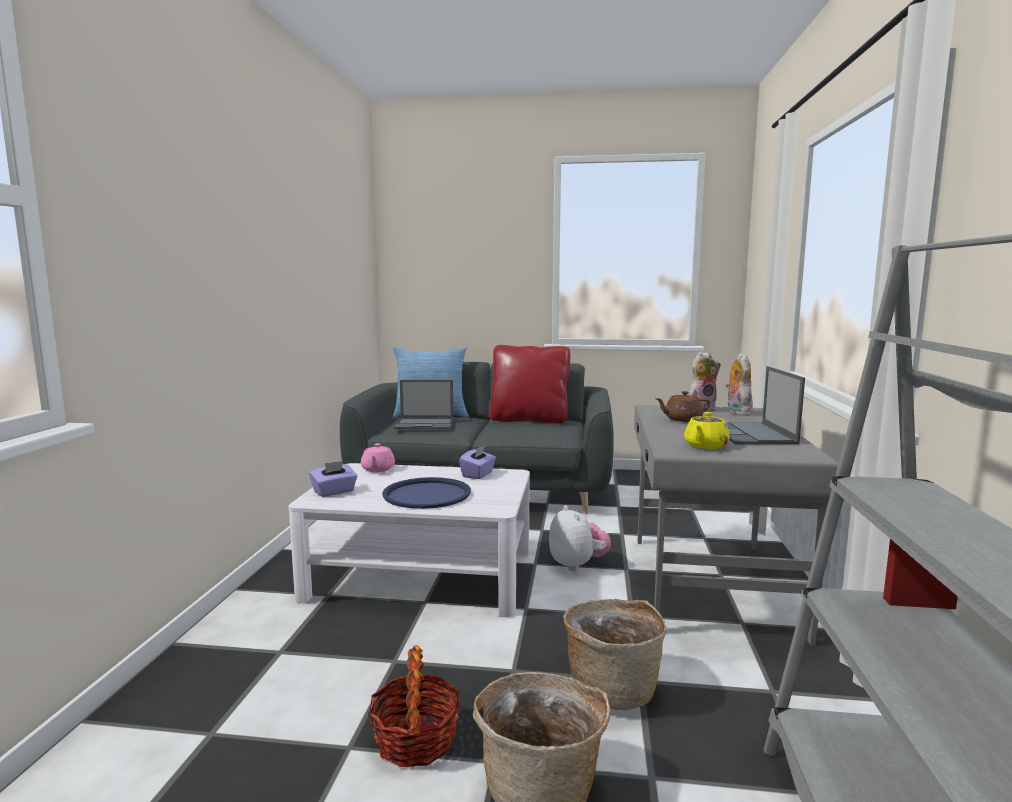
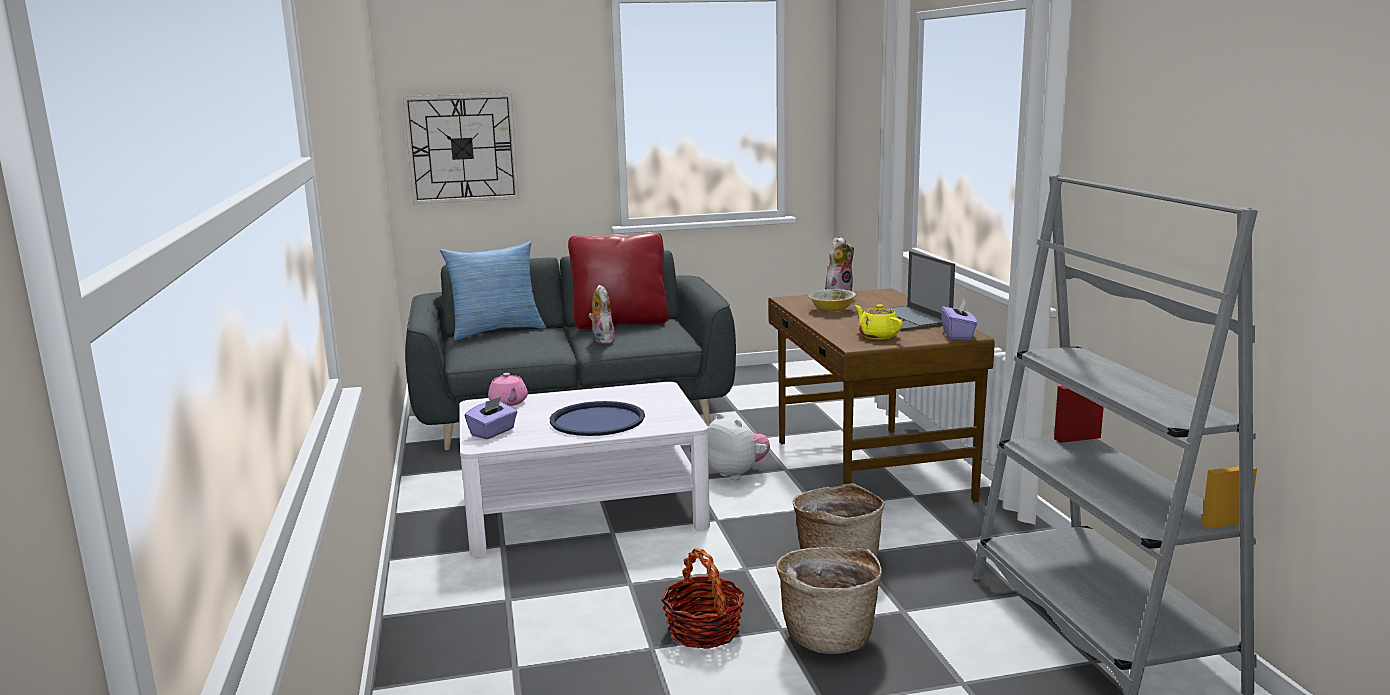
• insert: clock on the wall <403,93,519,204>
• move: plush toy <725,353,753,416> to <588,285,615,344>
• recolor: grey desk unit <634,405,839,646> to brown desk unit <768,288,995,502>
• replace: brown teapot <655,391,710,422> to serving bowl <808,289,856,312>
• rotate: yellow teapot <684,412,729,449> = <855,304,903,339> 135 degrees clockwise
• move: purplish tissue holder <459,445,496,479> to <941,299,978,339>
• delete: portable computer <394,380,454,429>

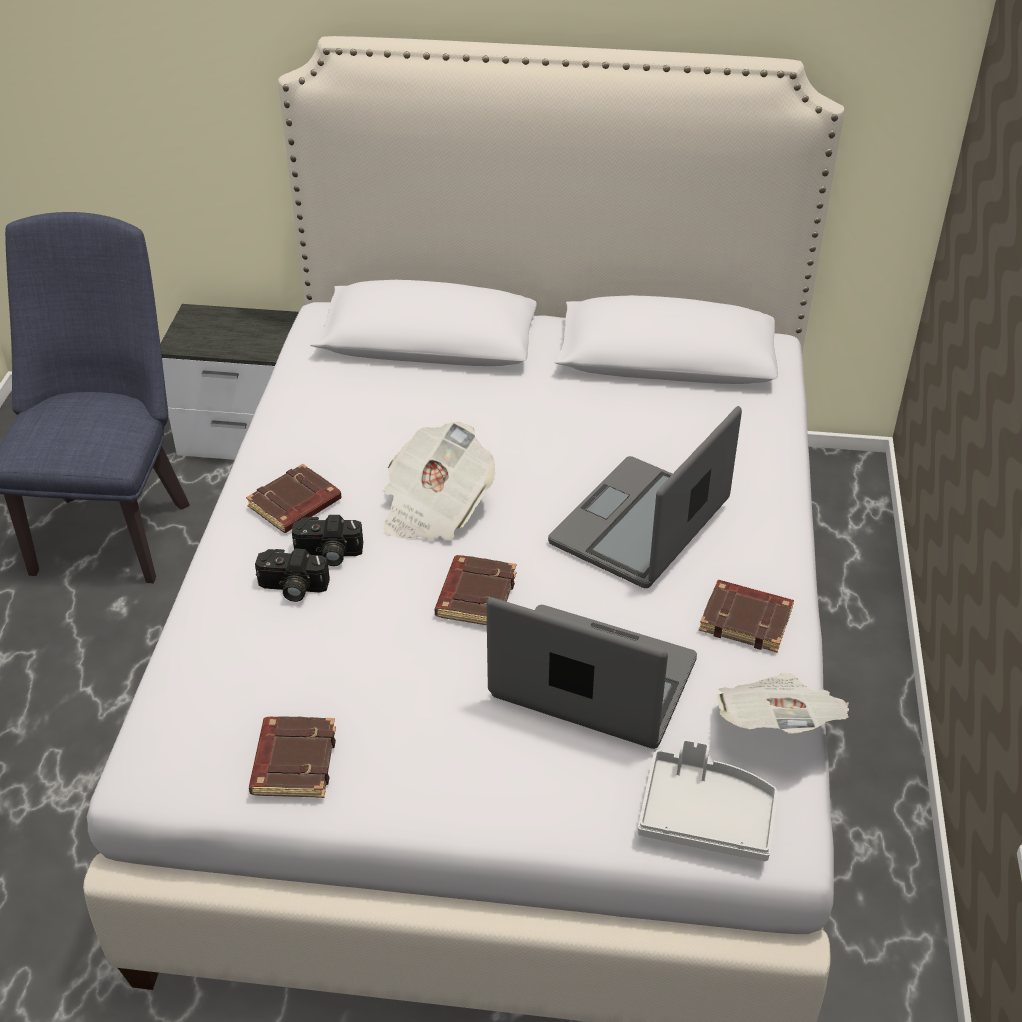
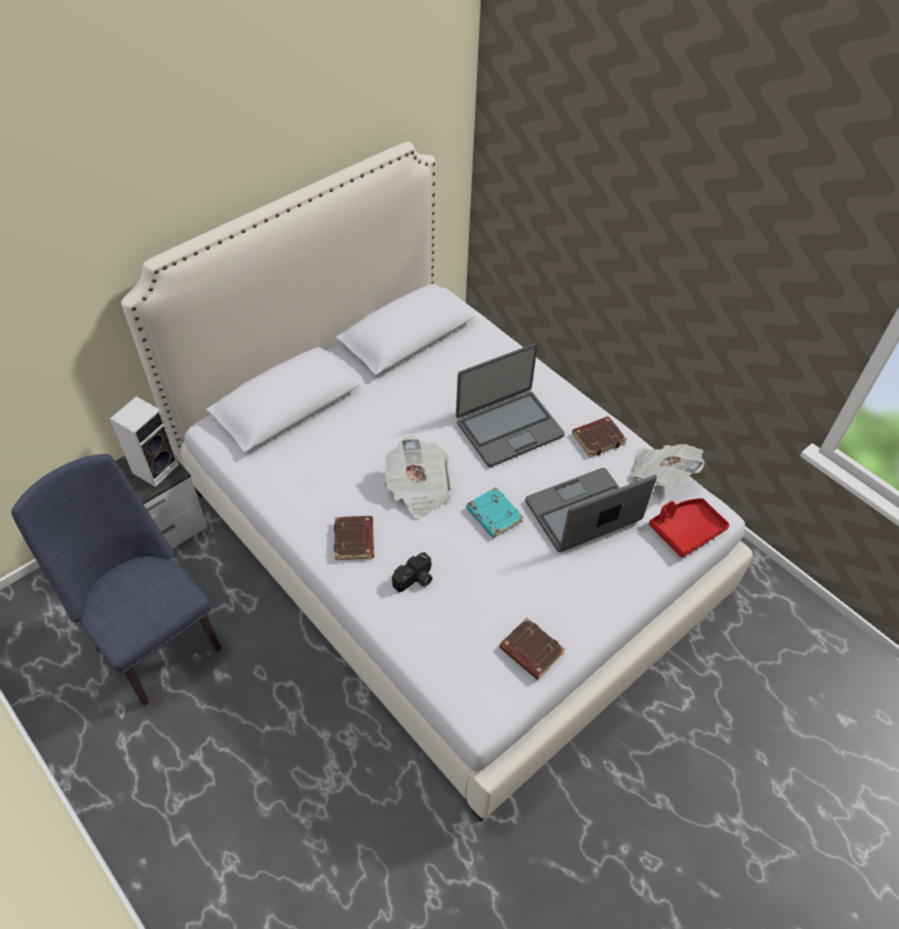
• insert: audio speaker <110,396,180,487>
• rotate: portable computer <548,406,742,588> = <456,344,565,467> 105 degrees counterclockwise
• recolor: brown bound book <435,555,516,625> to blue-green bound book <466,487,524,538>
• recolor: grey serving tray <638,739,778,861> to reddish serving tray <649,498,730,558>
• delete: still camera <292,515,363,566>

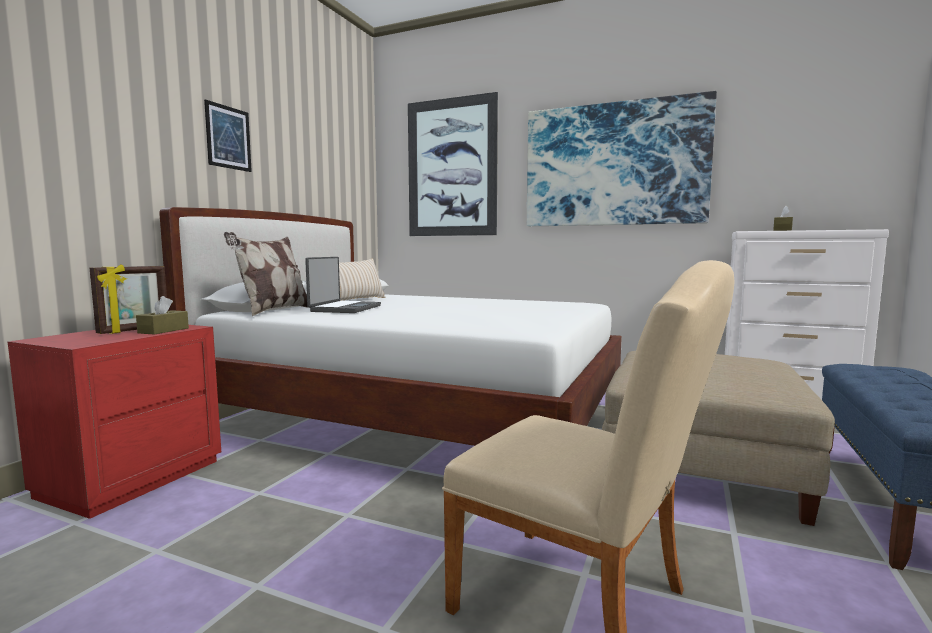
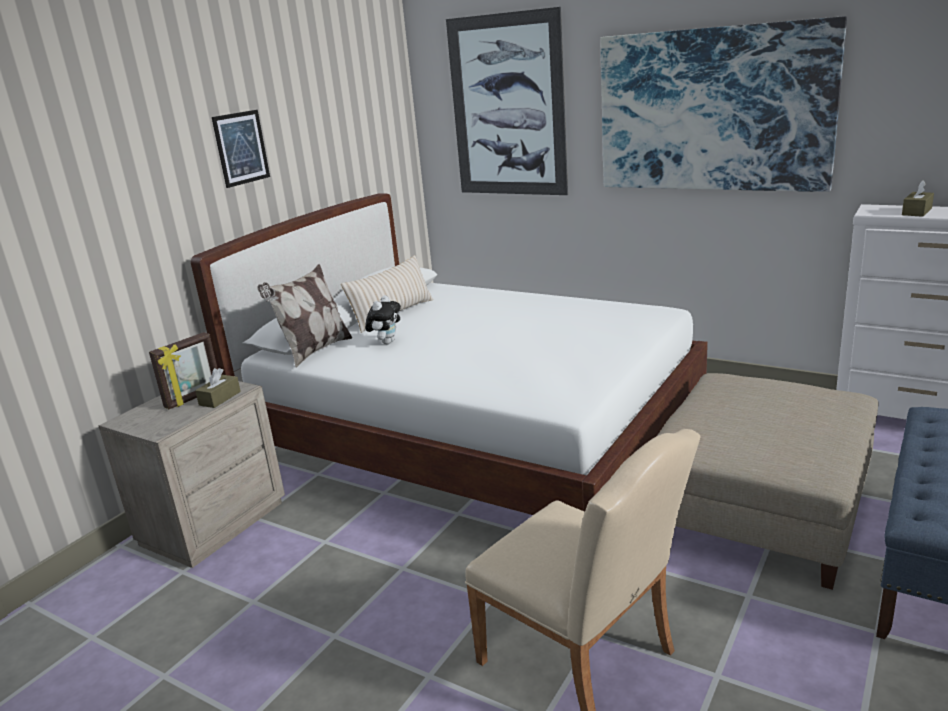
• recolor: reddish nightstand <8,325,221,519> to beige nightstand <99,381,285,568>
• replace: portable computer <305,257,381,313> to plush toy <365,295,401,344>

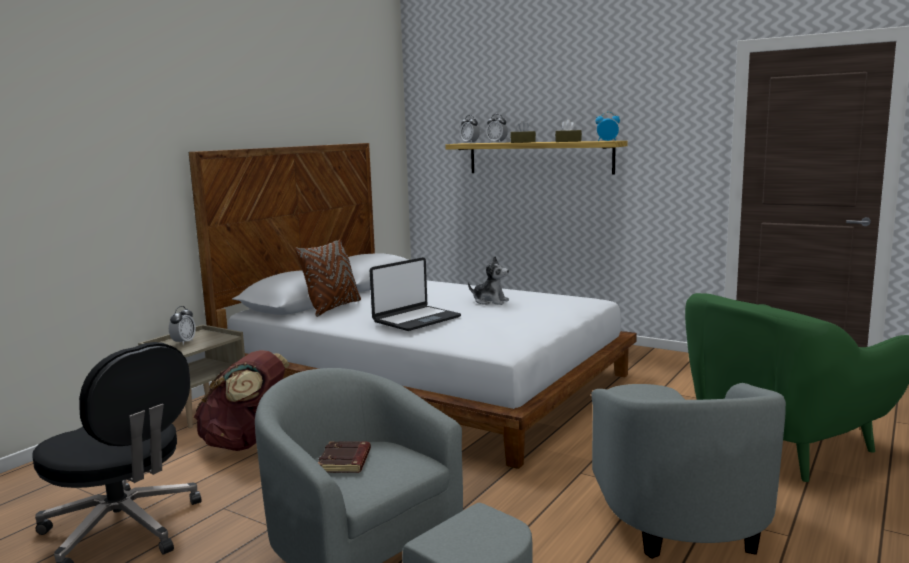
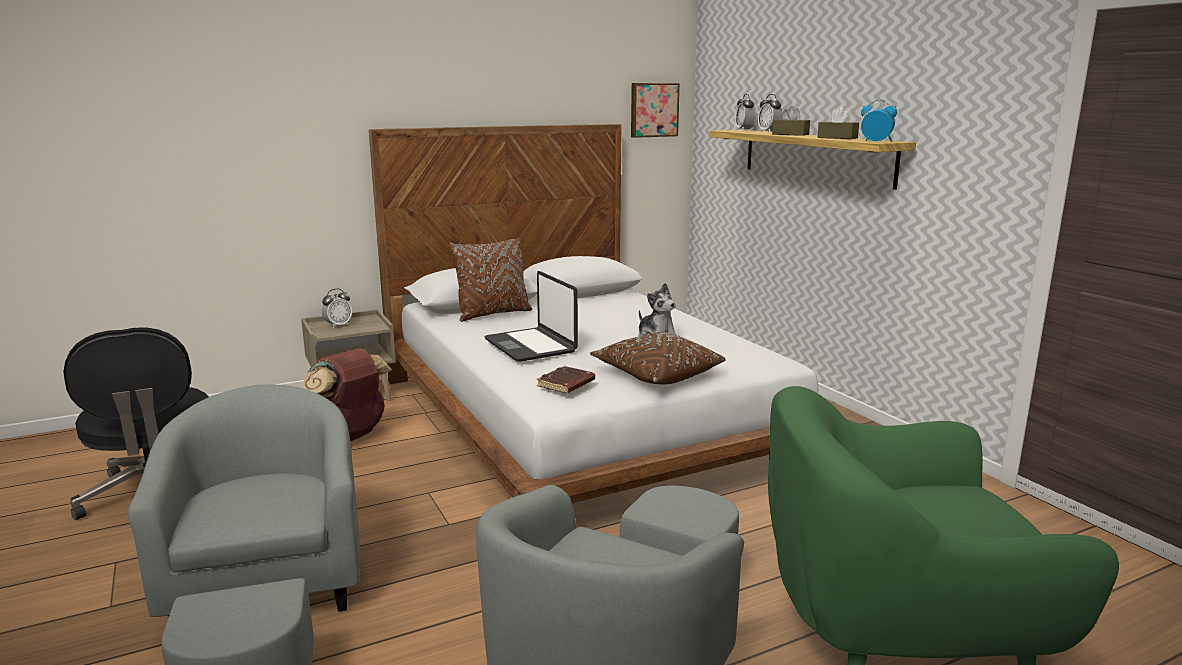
• rotate: portable computer <370,257,461,331> = <485,271,578,362> 75 degrees clockwise
• move: brown bound book <318,441,371,473> to <537,366,595,394>
• insert: brown pillow <590,332,726,384>
• insert: wall picture <631,83,680,138>

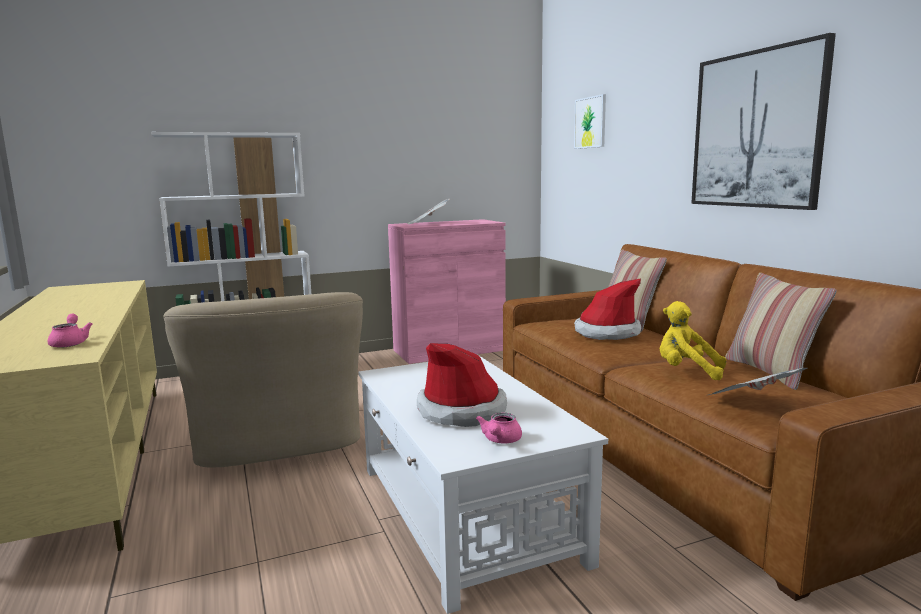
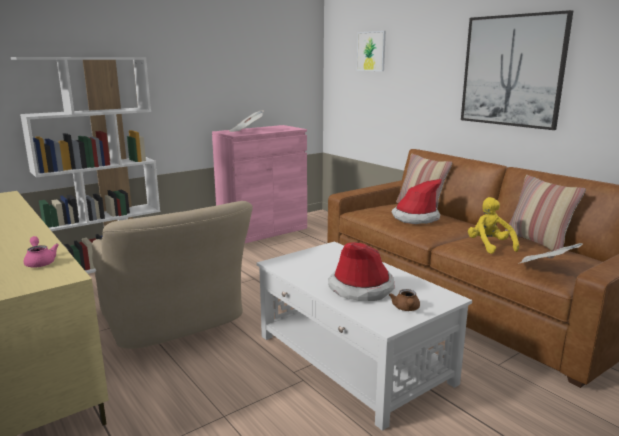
• recolor: pink-coloured teapot <476,413,522,444> to brown teapot <389,289,420,311>
• rotate: yellow plush toy <660,301,726,380> = <468,197,519,254> 60 degrees clockwise

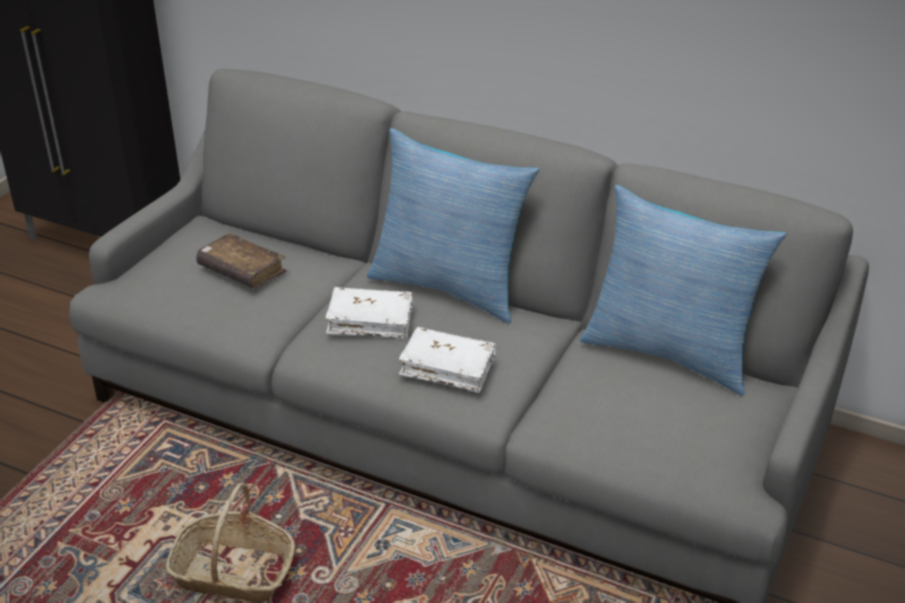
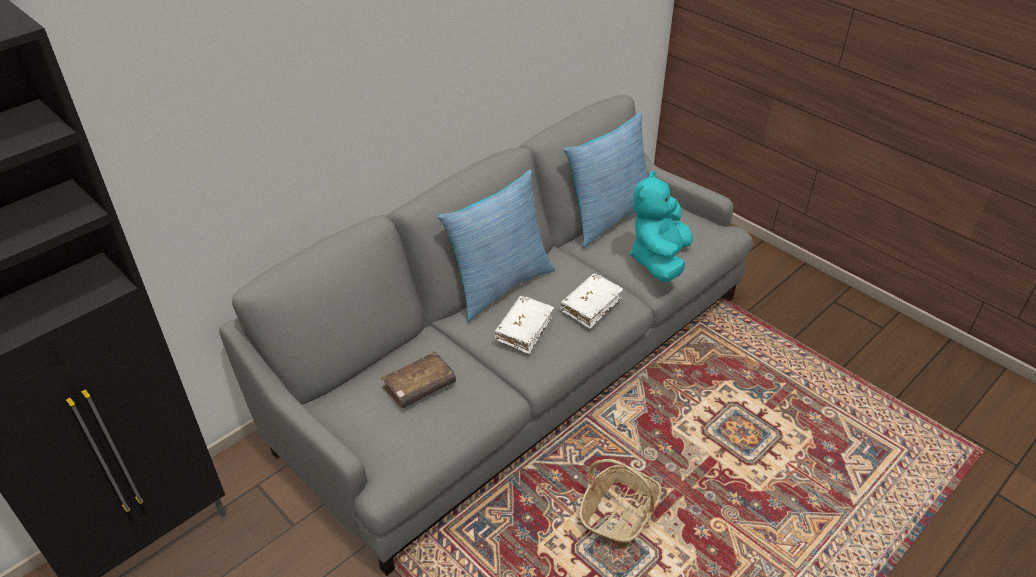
• insert: blue-green plush toy <630,171,693,282>

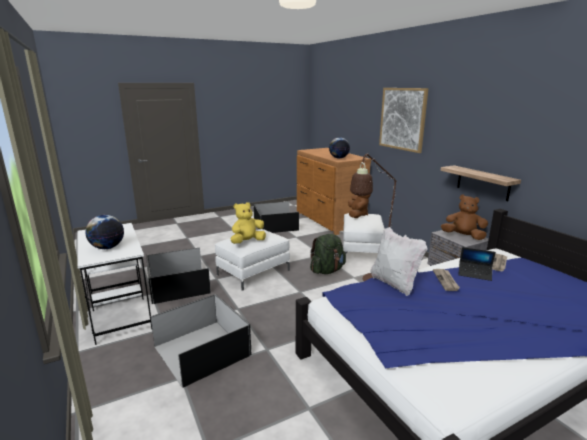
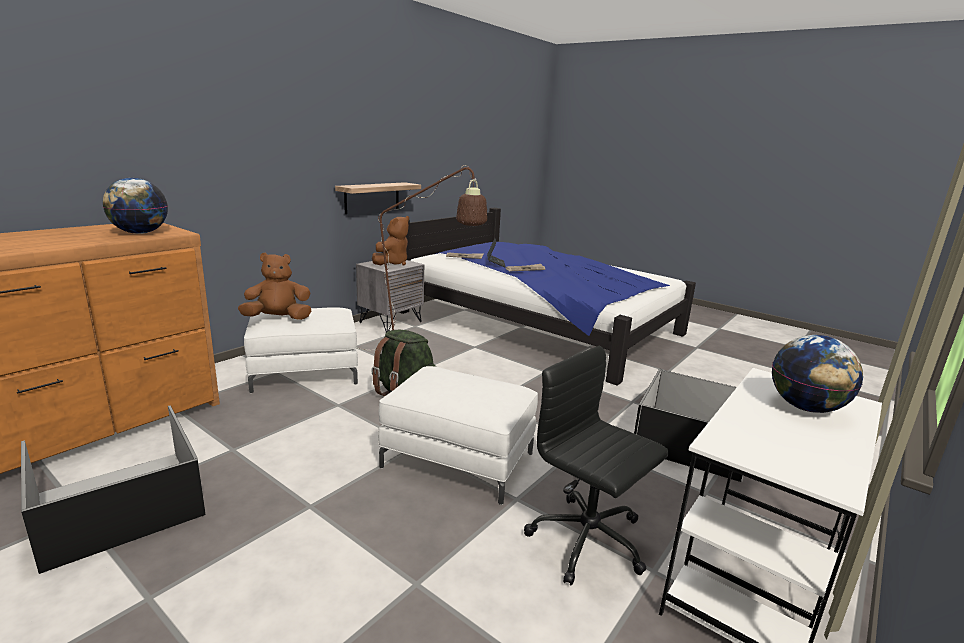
• rotate: brown plush toy <441,194,488,240> = <372,216,409,266> 150 degrees counterclockwise
• replace: black storage container <146,247,211,304> to black desk chair <524,346,668,585>
• delete: yellow plush toy <231,202,266,244>
• delete: whitish pillow <371,227,428,296>
• delete: wall picture <379,88,429,153>

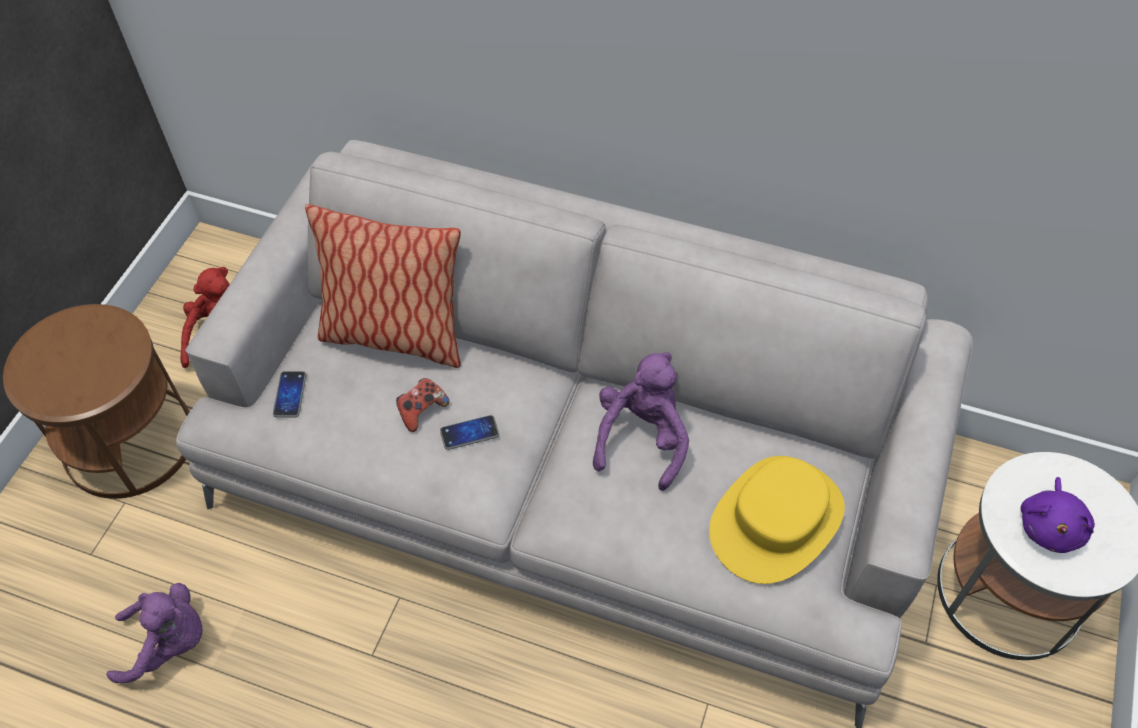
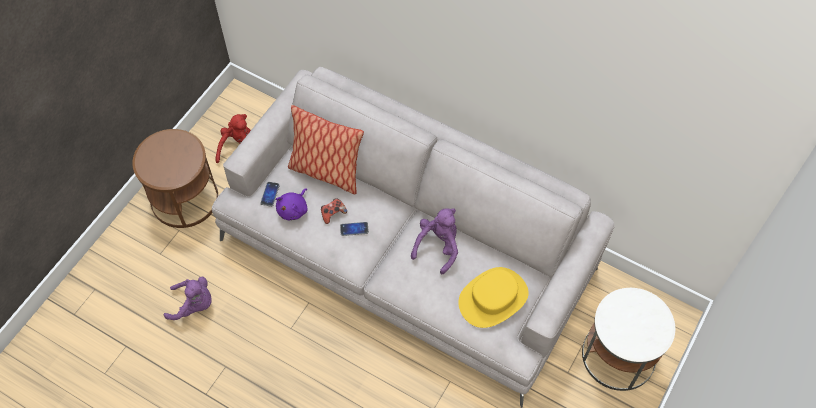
• move: purplish plush toy <1021,477,1095,553> to <276,188,308,220>

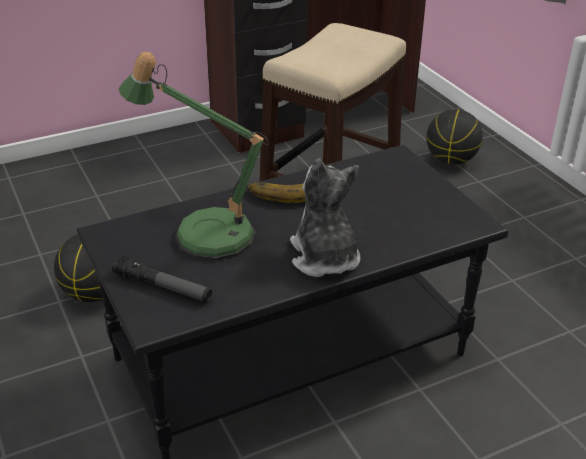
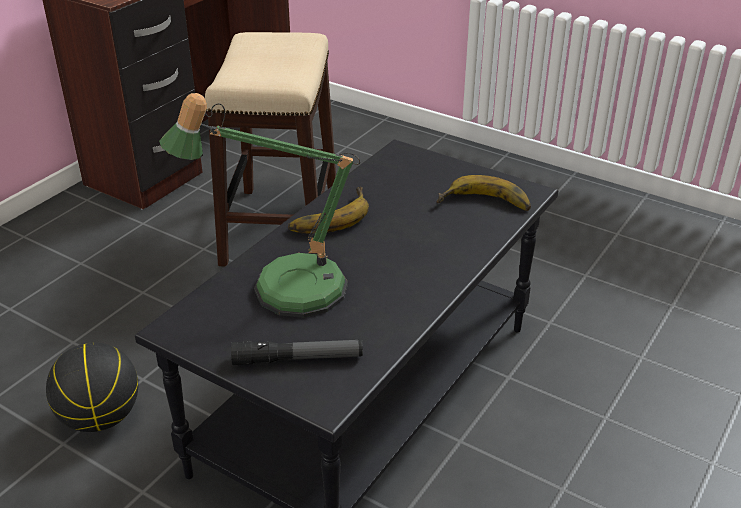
• insert: whole banana <437,175,531,211>
• delete: plush toy <290,159,360,277>
• delete: basketball <426,109,483,165>

